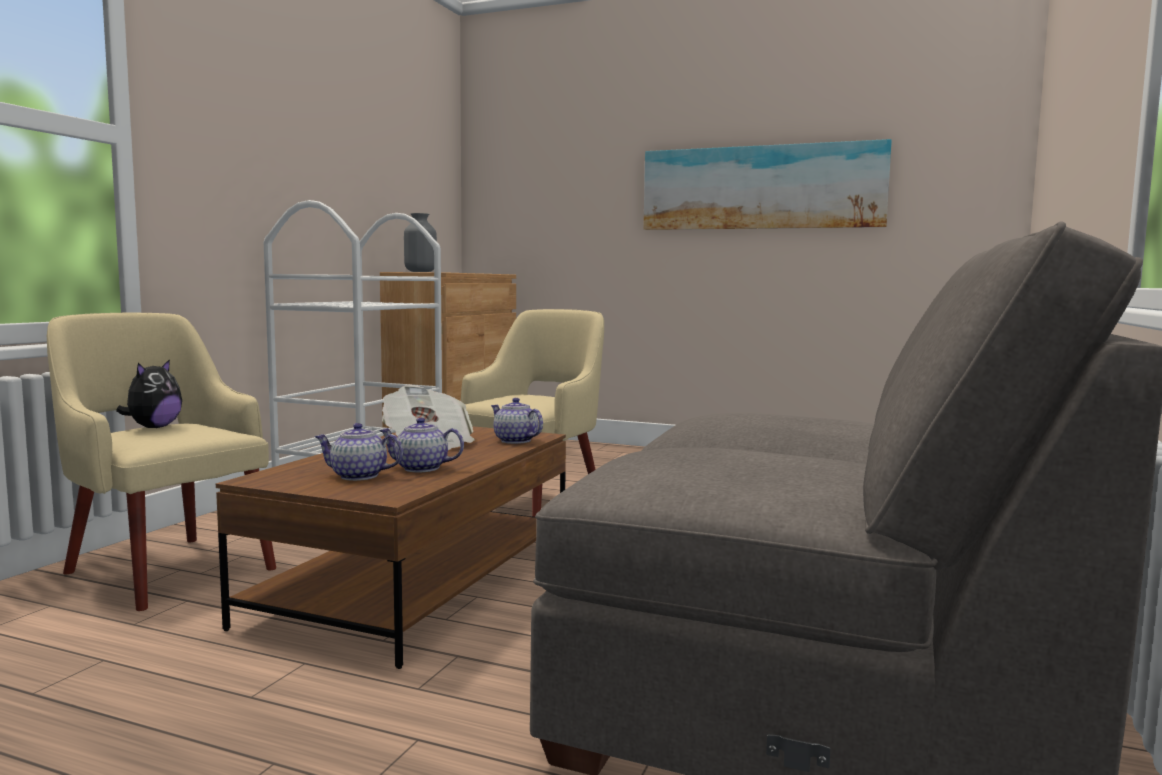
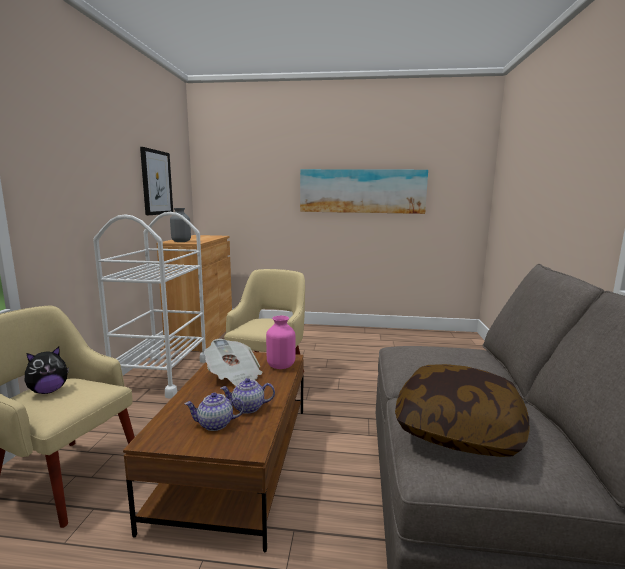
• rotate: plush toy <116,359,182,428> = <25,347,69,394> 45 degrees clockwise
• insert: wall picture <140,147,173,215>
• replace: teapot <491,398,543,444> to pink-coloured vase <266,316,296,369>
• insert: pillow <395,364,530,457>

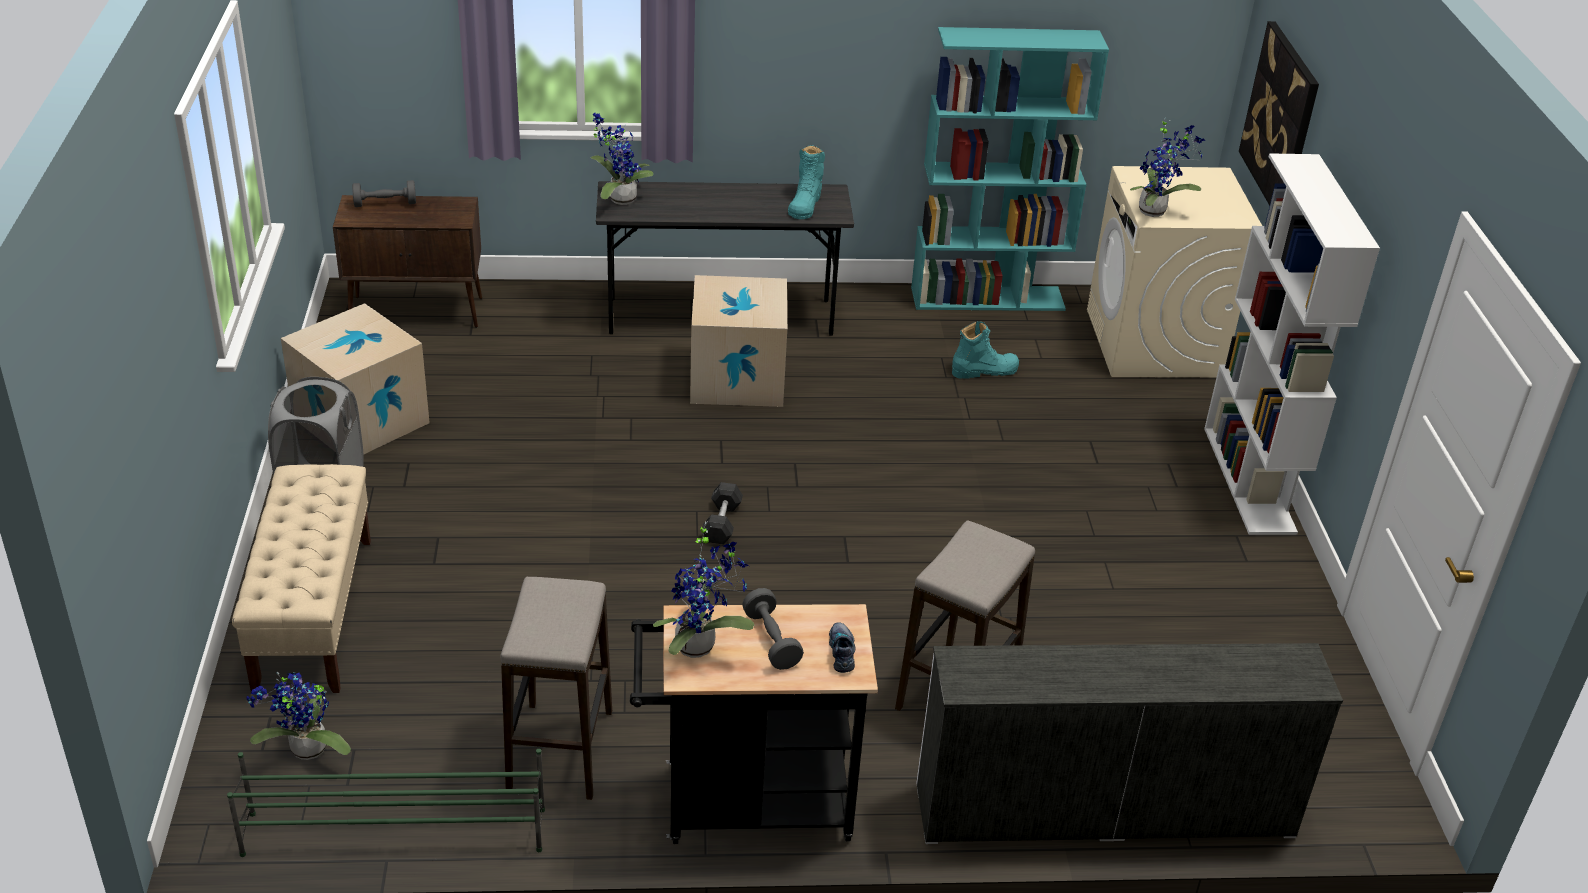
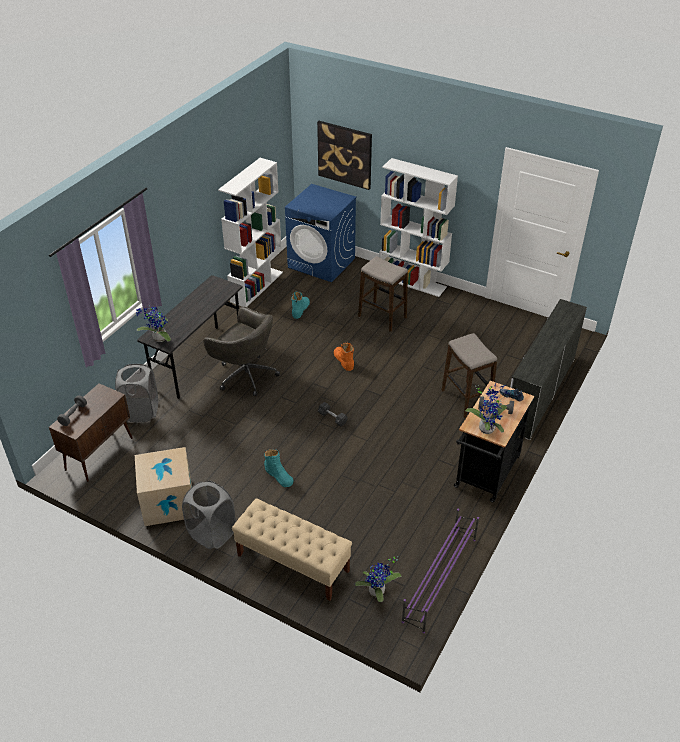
• insert: grey washing basket <115,364,158,422>
• replace: packing box <690,275,787,407> to grey desk chair <203,307,280,396>
• recolor: blue-green bookcase <911,27,1109,311> to whitish bookcase <218,158,283,307>
• move: blue-green boot <788,145,825,219> to <264,449,294,487>
• recolor: beige laundry appliance <1087,166,1262,377> to bluish laundry appliance <285,184,357,282>
• insert: orange-coloured boot <334,343,354,371>
• move: stool seat <500,577,612,800> to <358,256,408,332>
• recolor: green-coloured shoe shelf <227,749,545,857> to purplish shoe shelf <402,509,479,633>
• delete: potted plant <1130,118,1206,217>

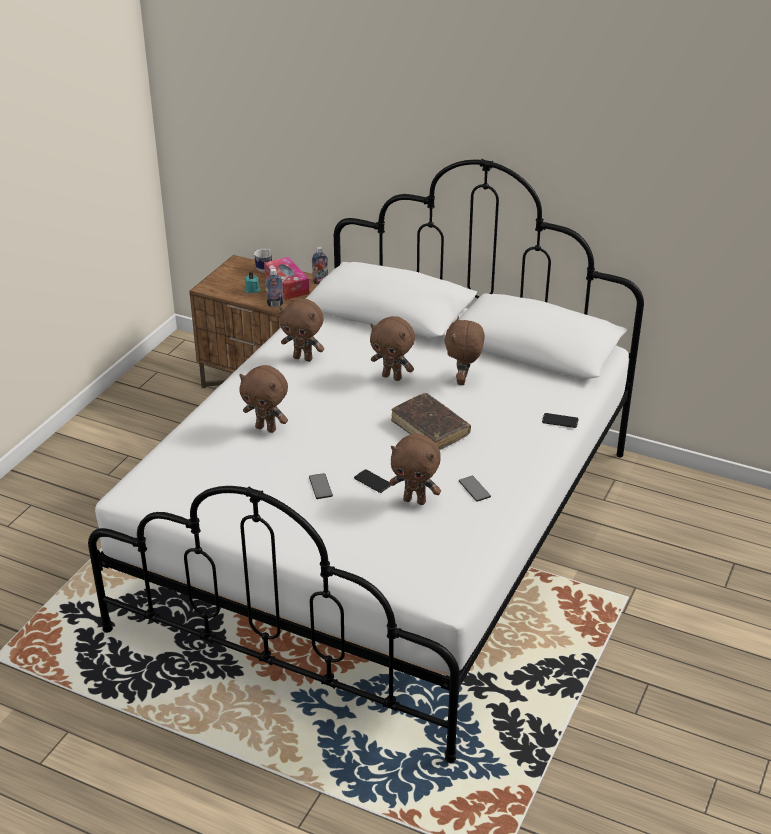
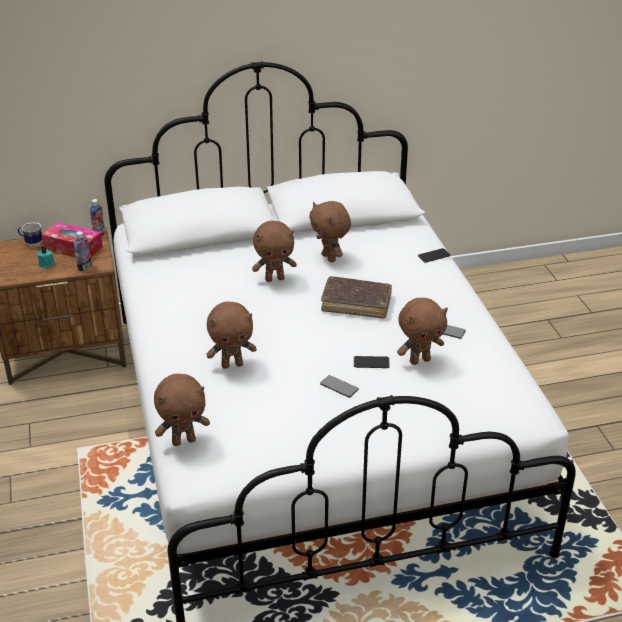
• move: brown plush toy <279,298,324,362> to <154,374,210,446>

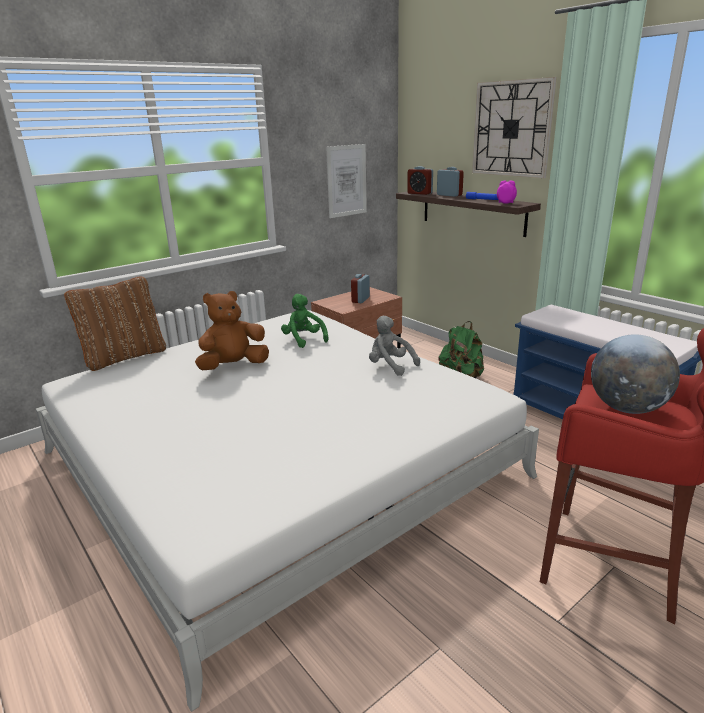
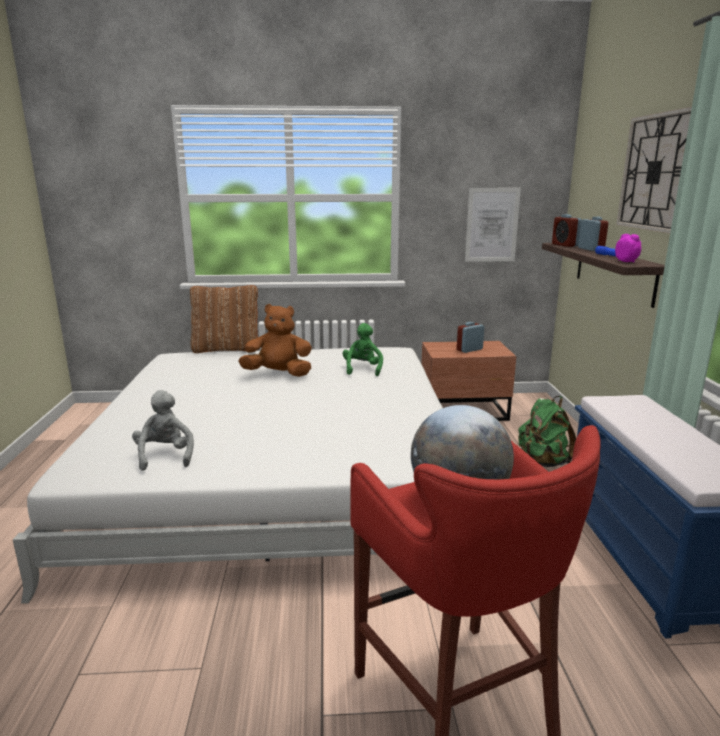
• move: grey plush toy <369,316,420,376> to <132,390,194,471>

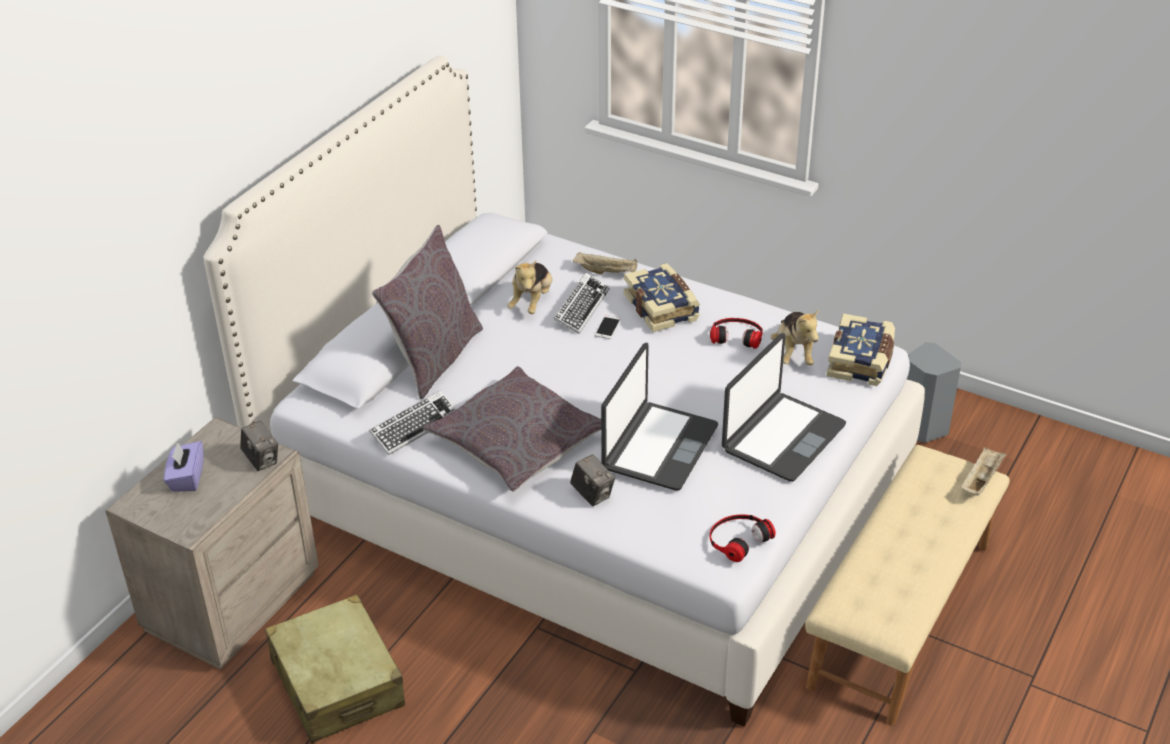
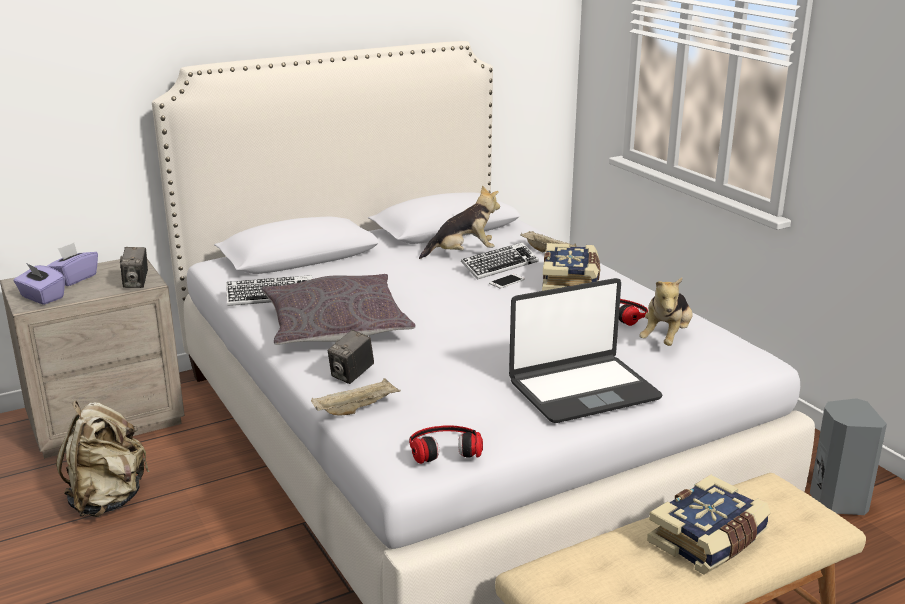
• insert: purplish tissue holder <13,264,65,305>
• replace: beige travel case <265,594,405,743> to beige backpack <56,401,150,517>
• move: beige serving tray <961,447,1007,496> to <311,378,401,415>
• rotate: still camera <570,454,615,506> = <328,330,374,384> 45 degrees clockwise
• rotate: plush toy <507,261,552,314> = <419,185,500,259> 150 degrees counterclockwise
• move: bound book <827,313,895,386> to <647,474,771,575>
• delete: grey pillow <372,225,483,399>
• delete: portable computer <601,343,718,491>

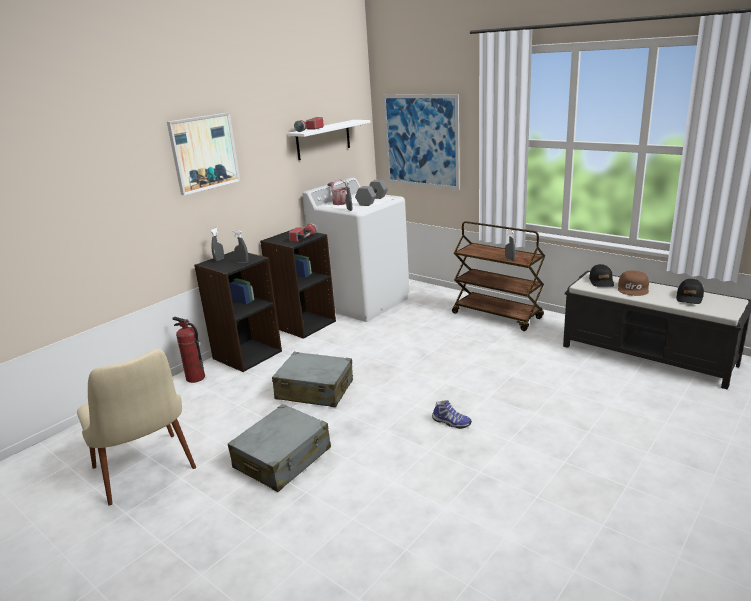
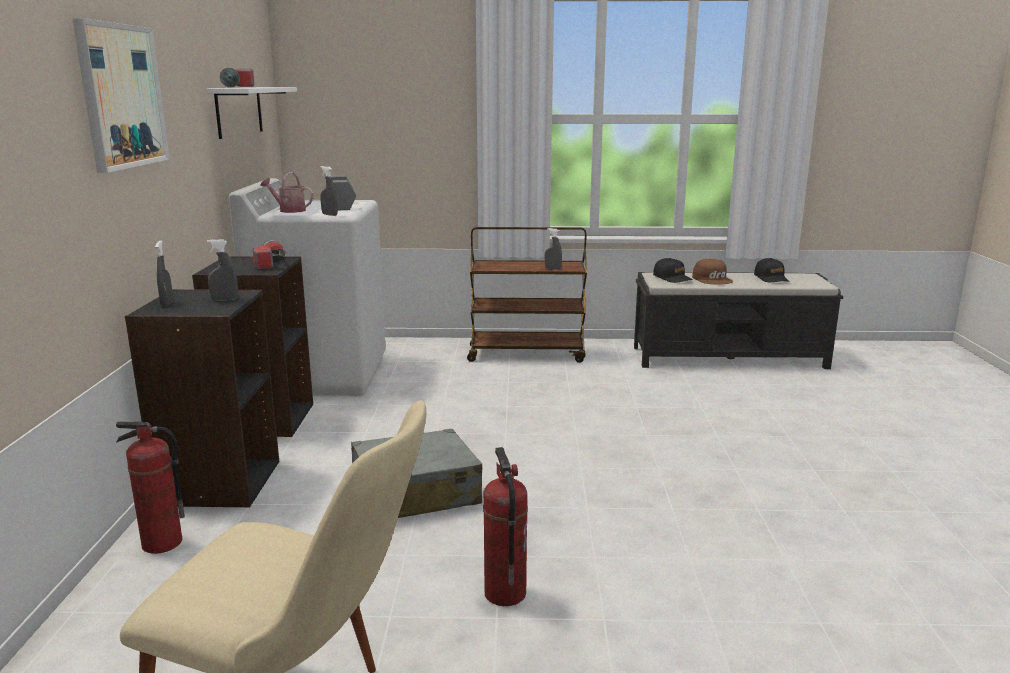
• replace: grey travel case <227,404,331,492> to fire extinguisher <483,447,528,606>
• delete: wall picture <383,94,460,190>
• delete: item of footwear <432,400,472,429>

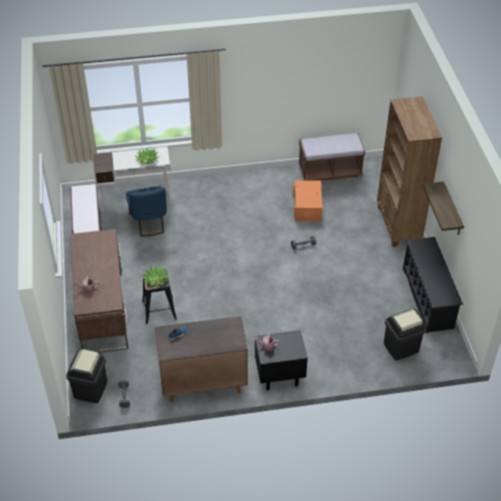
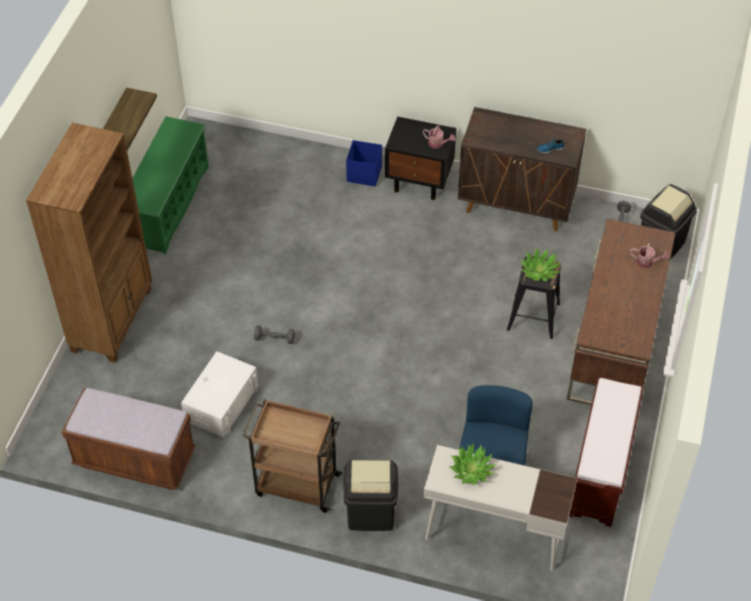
• recolor: black shoe shelf <403,237,463,333> to green-coloured shoe shelf <132,116,209,254>
• recolor: orange-coloured storage container <293,180,323,221> to whitish storage container <181,351,258,438>
• insert: brown cart <243,399,343,513>
• move: black rubbish bin <384,309,426,361> to <344,460,398,531>
• insert: bluish storage container <346,140,382,187>

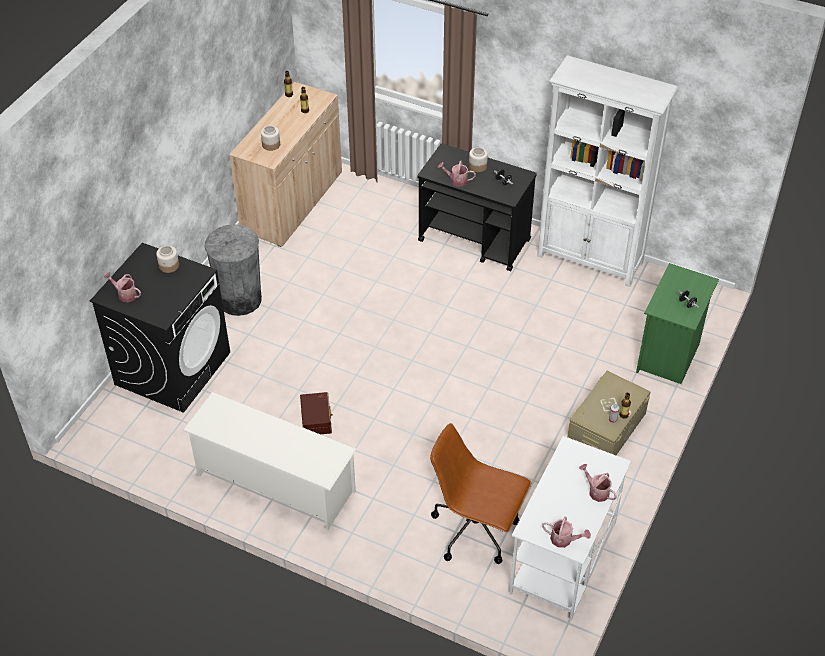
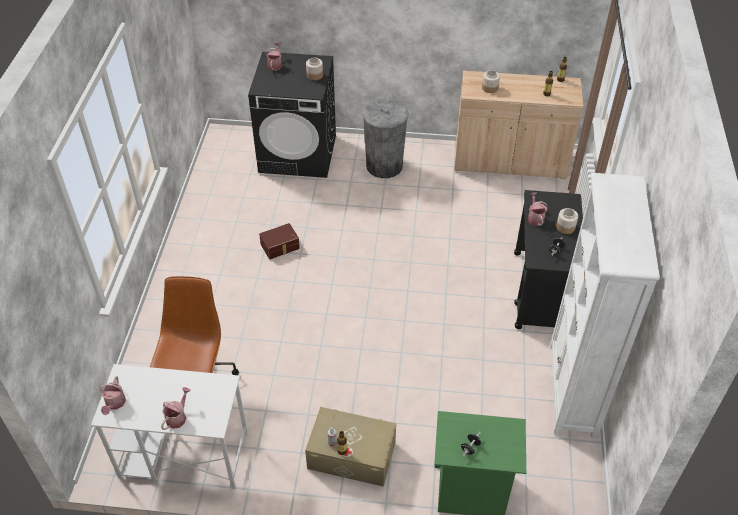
• delete: whitish shoe shelf <182,392,356,530>

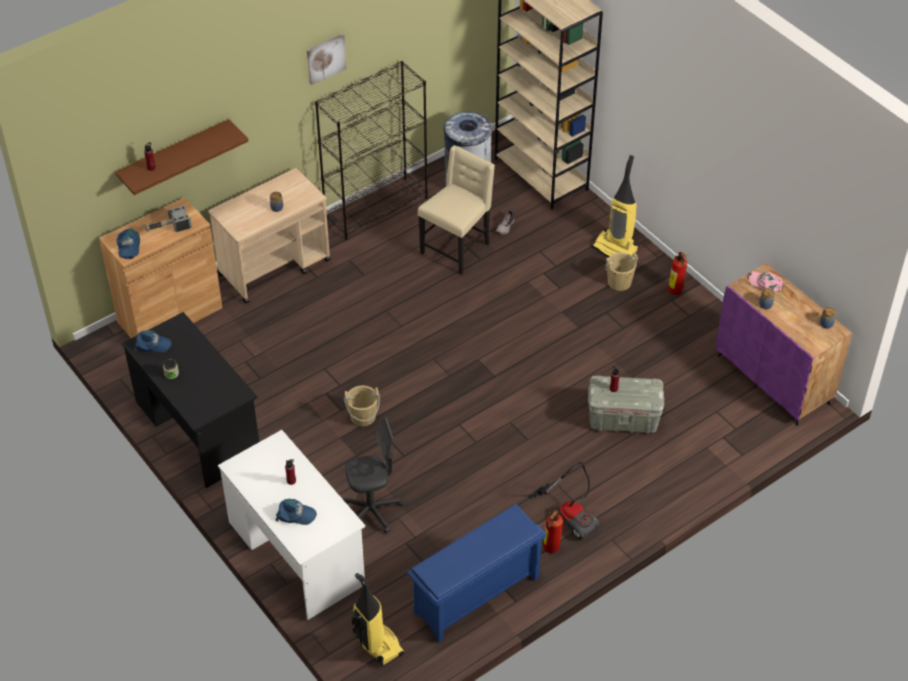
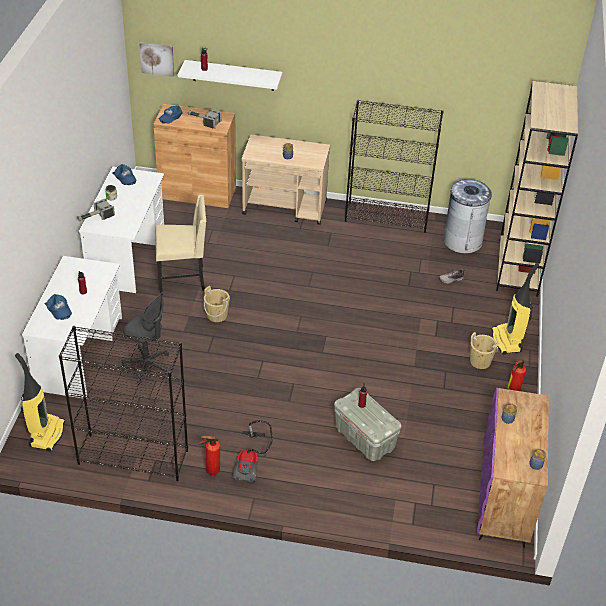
• replace: bluish shoe shelf <407,505,546,642> to black bookcase <59,326,188,481>
• insert: tool hammer <77,198,115,221>
• recolor: black desk unit <121,312,259,488> to whitish desk unit <79,166,164,293>
• move: wall picture <307,34,346,85> to <139,42,174,77>
• move: beige chair <418,145,495,275> to <155,194,206,293>
• recolor: brown wall shelf <115,119,248,195> to whitish wall shelf <178,60,283,91>
• delete: pink-coloured cap <748,271,785,292>

